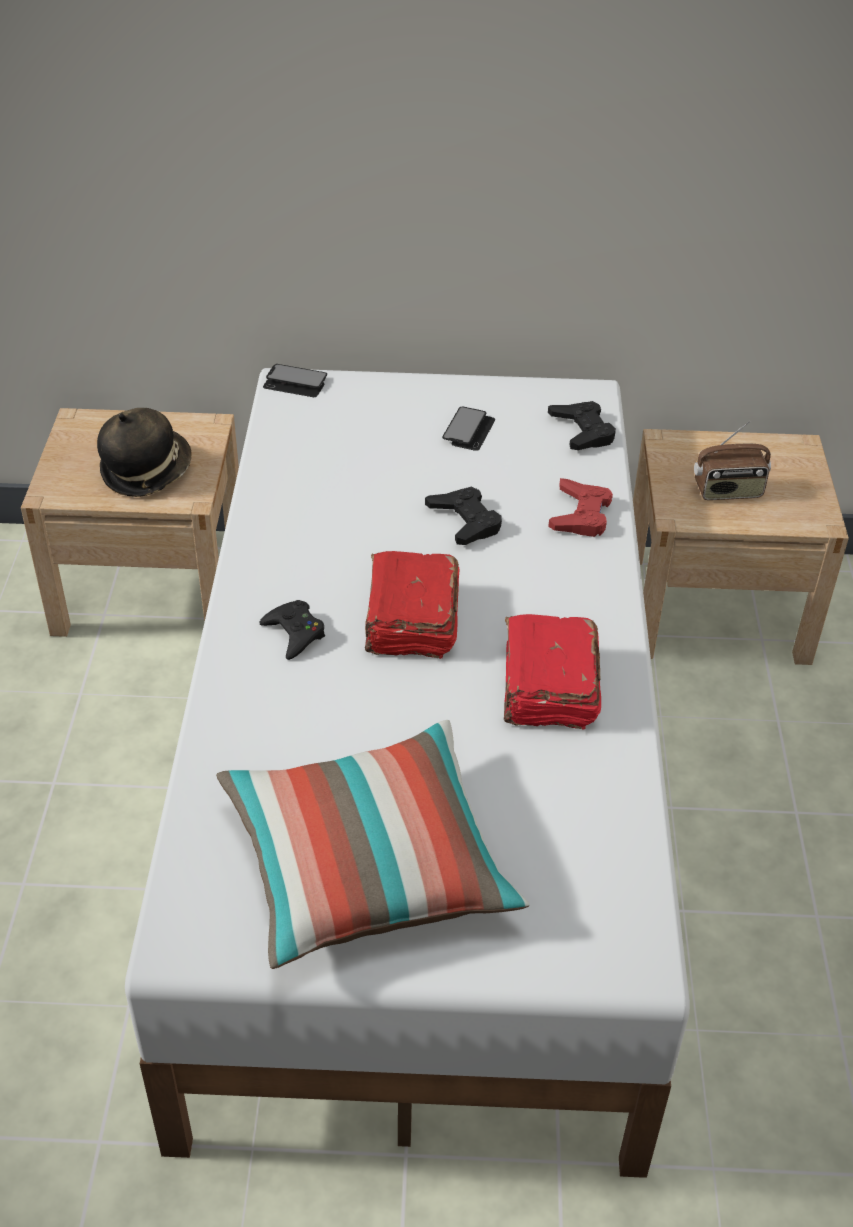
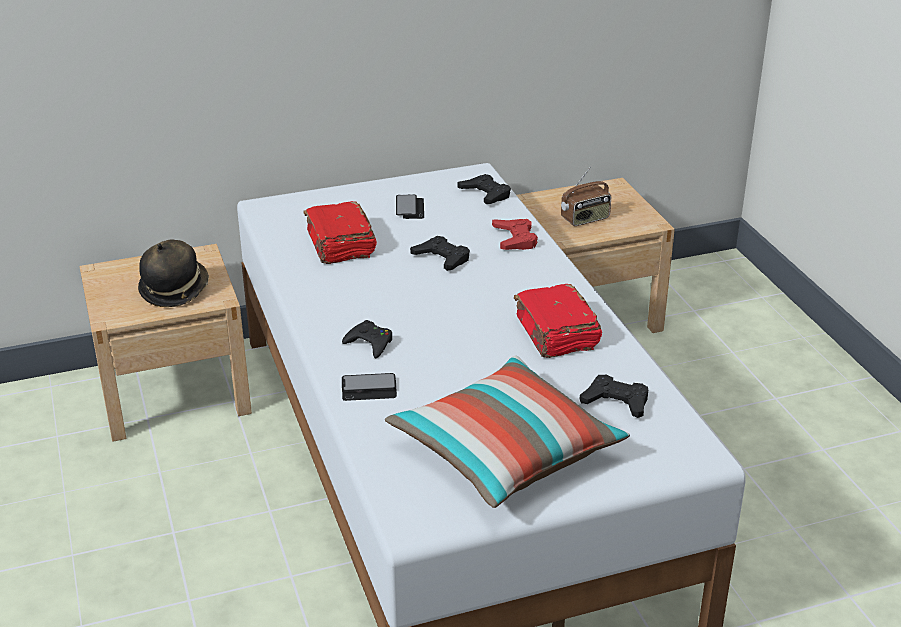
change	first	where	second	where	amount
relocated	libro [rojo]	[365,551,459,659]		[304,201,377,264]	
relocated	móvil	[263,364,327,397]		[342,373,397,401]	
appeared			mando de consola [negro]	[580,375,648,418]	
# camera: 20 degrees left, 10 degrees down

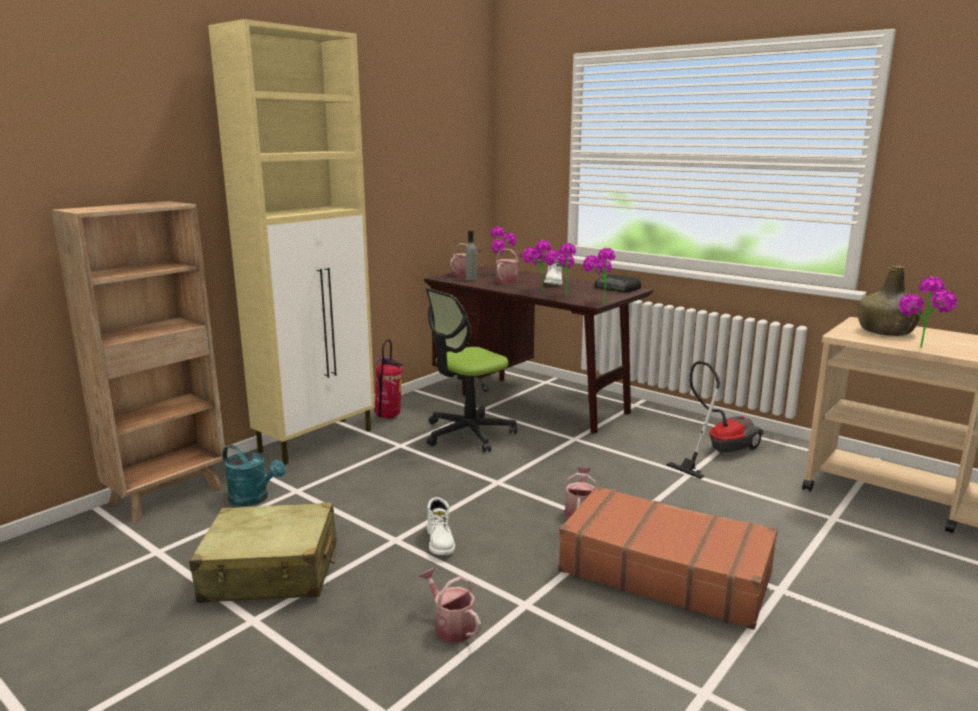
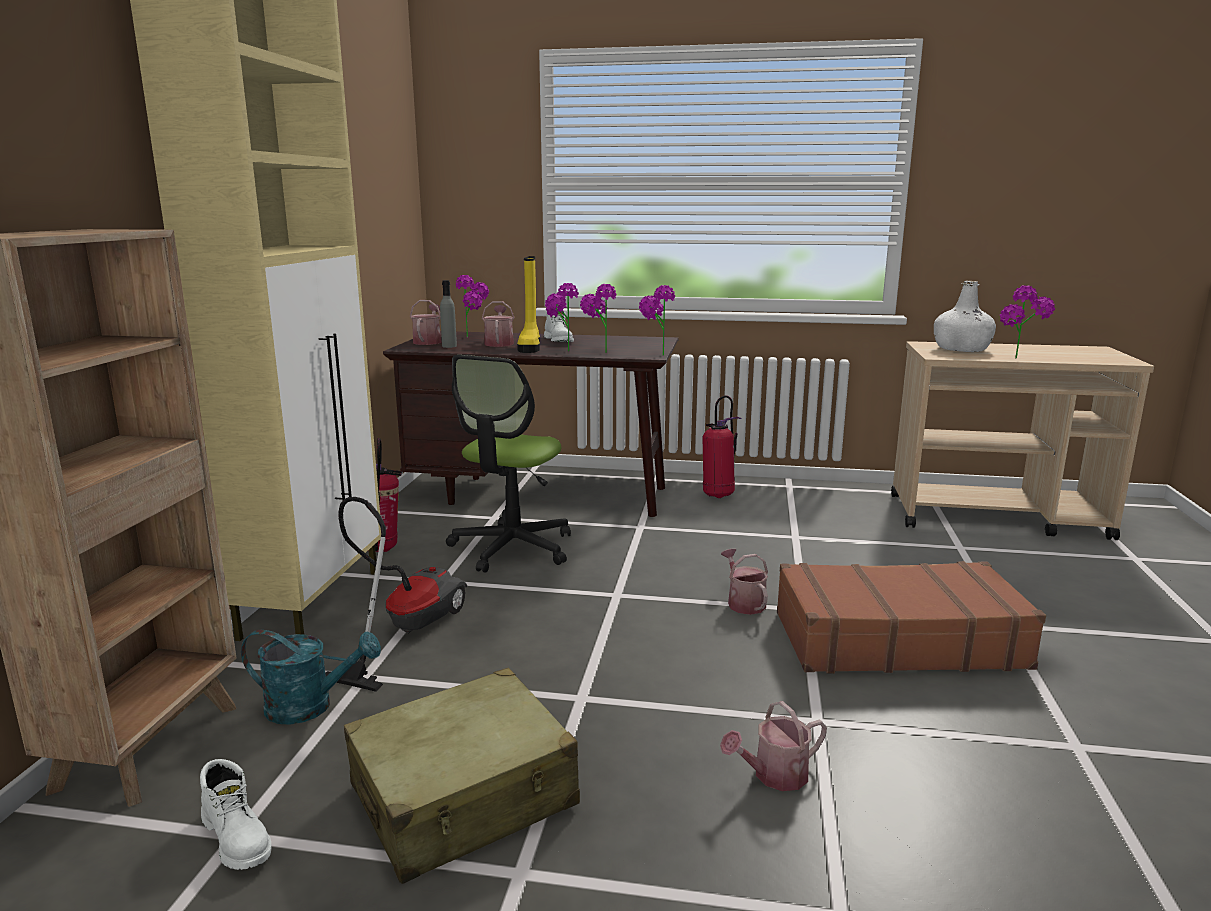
change	first	where	second	where	amount
relocated	bota [blanco]	[427,497,455,555]		[200,759,272,870]	
relocated	aspiradora	[666,361,763,479]		[325,497,467,692]	
appeared			bota [amarillo]	[517,256,540,353]	
appeared			extintor	[703,395,741,498]	
spun	regadera	[419,568,481,643]		[720,701,827,791]	45 degrees counterclockwise
colour	botella [verde]	[858,266,922,336]	botella [blanco]	[934,281,996,352]	
missing	radio	[595,274,641,292]			
# camera: 30 degrees left, 0 degrees up

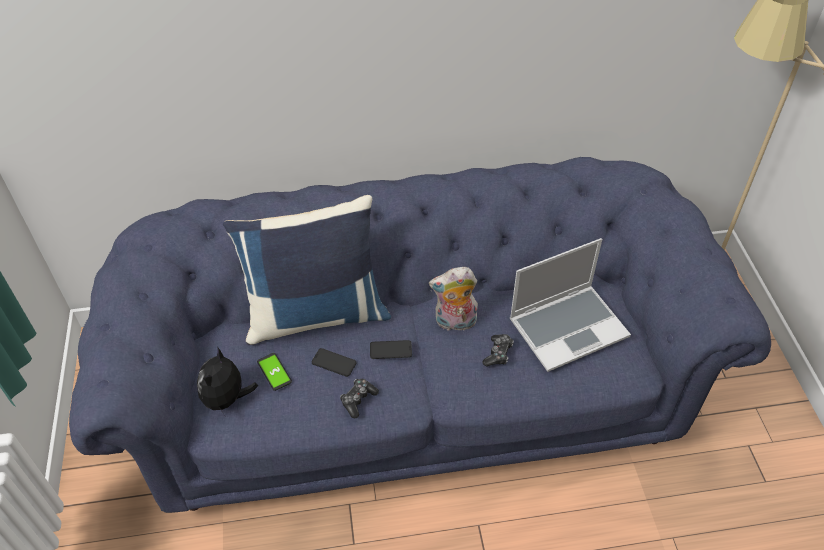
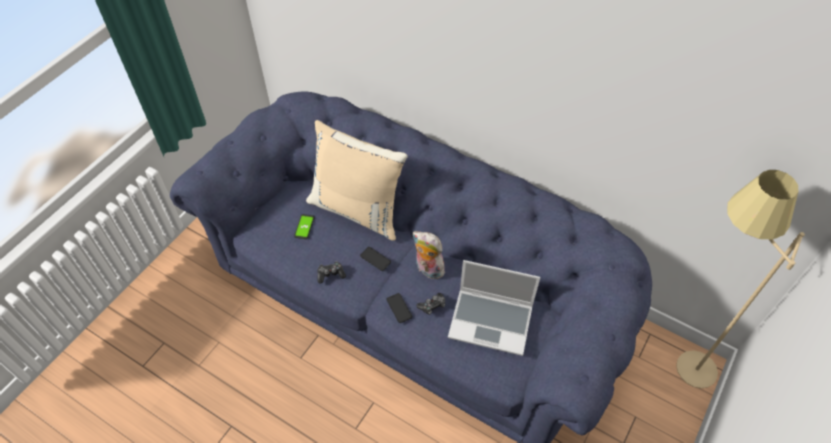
change	first	where	second	where	amount
colour	cojín [azul]	[223,195,391,345]	cojín [beis]	[306,120,408,241]	
relocated	móvil	[311,348,357,377]		[387,293,412,323]	
missing	peluche	[197,346,258,414]			
# camera: 40 degrees right, 5 degrees up

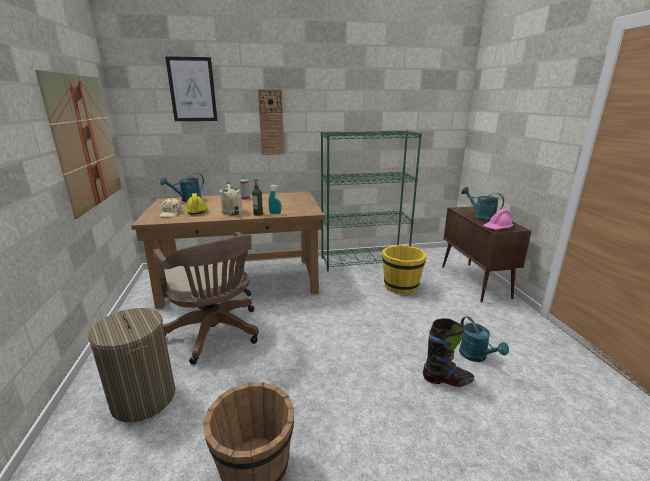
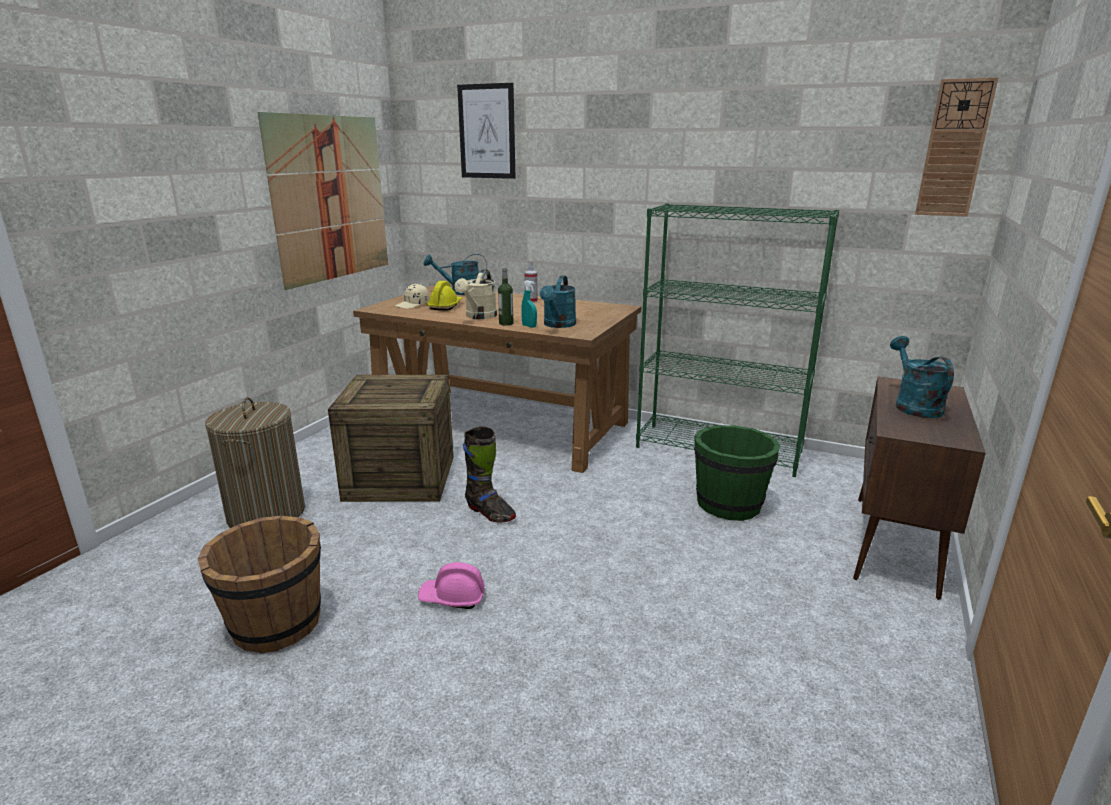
change	first	where	second	where	amount
exchanged	silla de oficina [marrón]	[153,232,259,365]	caja de embalaje	[328,375,454,502]	
relocated	casco [rosa]	[483,209,514,230]		[418,562,485,609]	
relocated	bota [negro]	[423,318,474,387]		[463,426,516,522]	
relocated	regadera [turquesa]	[459,316,509,362]		[540,276,576,328]	
colour	cubo [amarillo]	[382,245,426,294]	cubo [verde]	[694,425,781,521]	
relocated	reloj de pared	[258,89,285,155]		[915,77,999,217]	
# camera: 35 degrees right, 0 degrees up

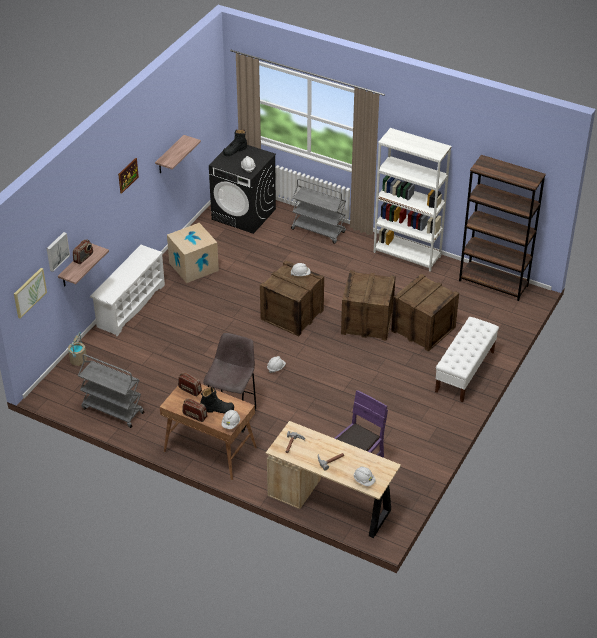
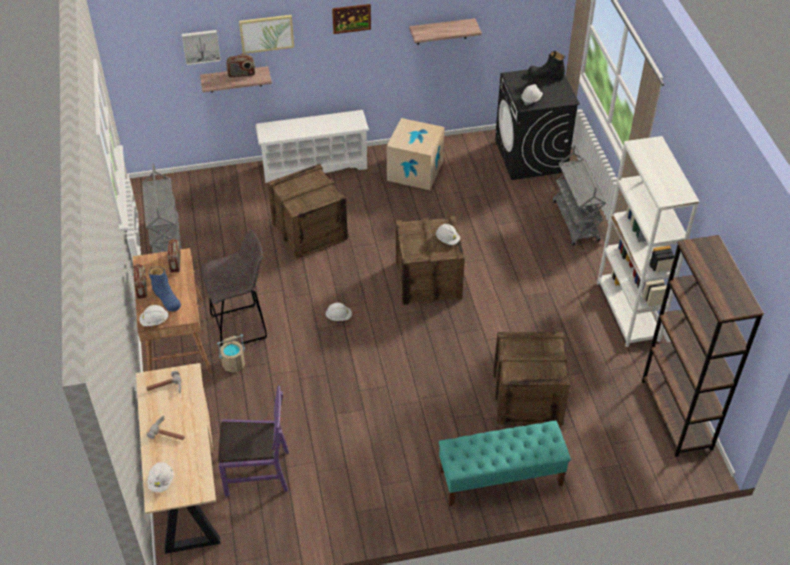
change	first	where	second	where	amount
colour	bota [negro]	[200,387,234,413]	bota [azul]	[149,267,181,312]	
relocated	cubo [beis]	[68,332,87,366]		[217,334,245,372]	
relocated	cuadro	[14,268,47,319]		[239,15,294,54]	
relocated	caja de embalaje	[341,270,396,341]		[268,164,348,259]	
colour	banco [blanco]	[435,317,499,402]	banco [turquesa]	[439,421,571,507]	
# camera: 50 degrees right, 5 degrees up

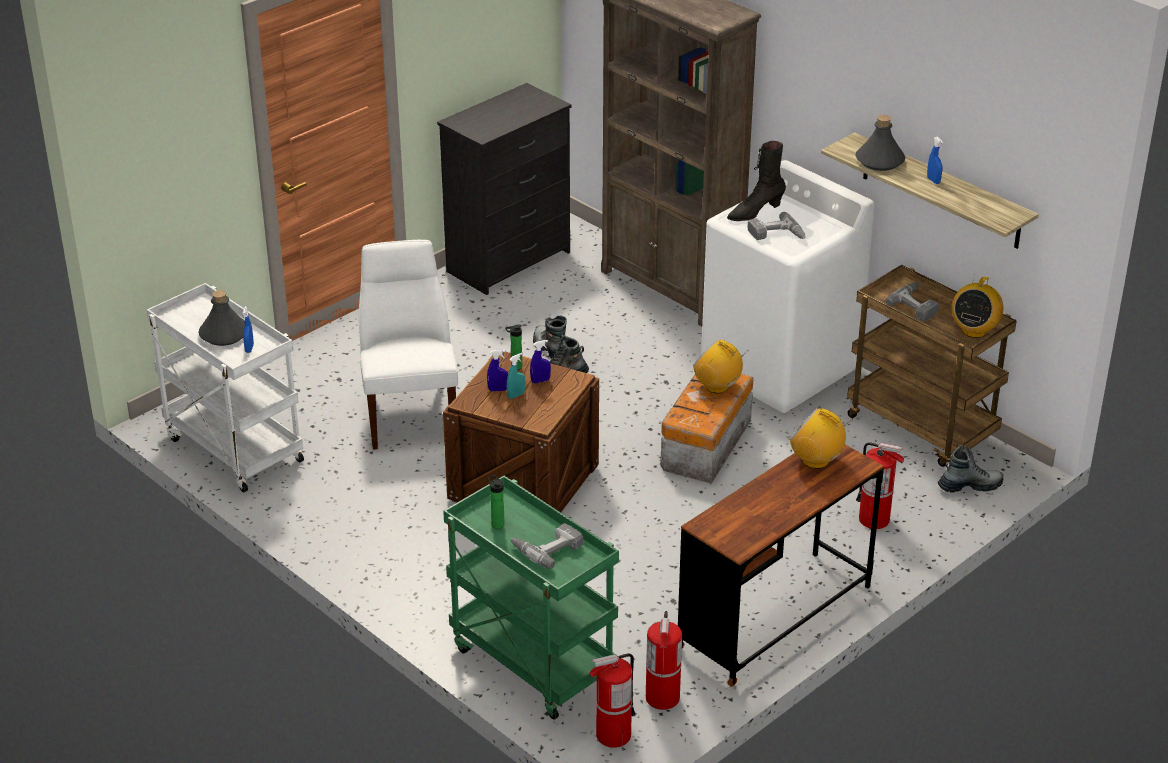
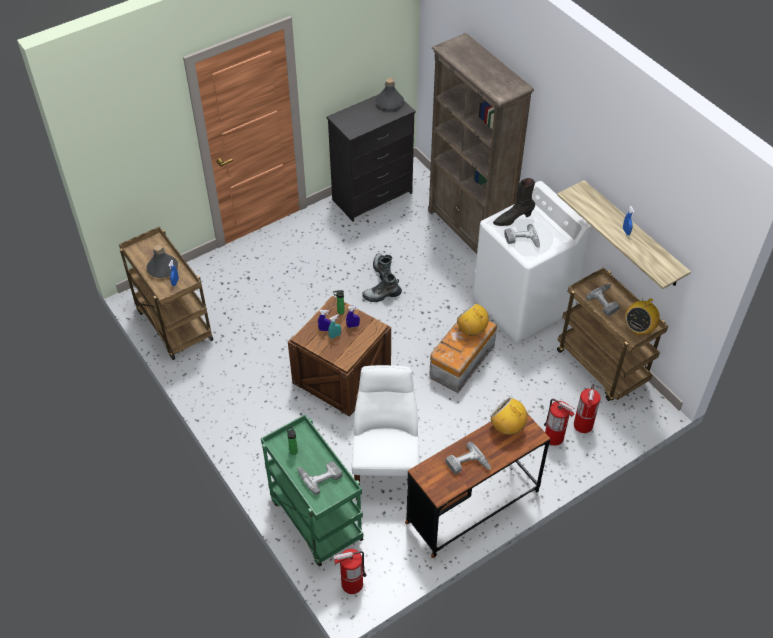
change	first	where	second	where	amount
colour	carrito [blanco]	[147,283,304,492]	carrito [marrón]	[119,227,213,360]	
relocated	silla [blanco]	[359,240,458,450]		[352,365,419,500]	
relocated	botella [gris]	[855,115,905,171]		[376,78,404,110]	
appeared			taladro	[445,442,491,474]	
relocated	extintor	[646,611,682,710]		[574,384,601,433]	
missing	bota	[938,445,1003,492]			
# camera: 10 degrees right, 15 degrees up

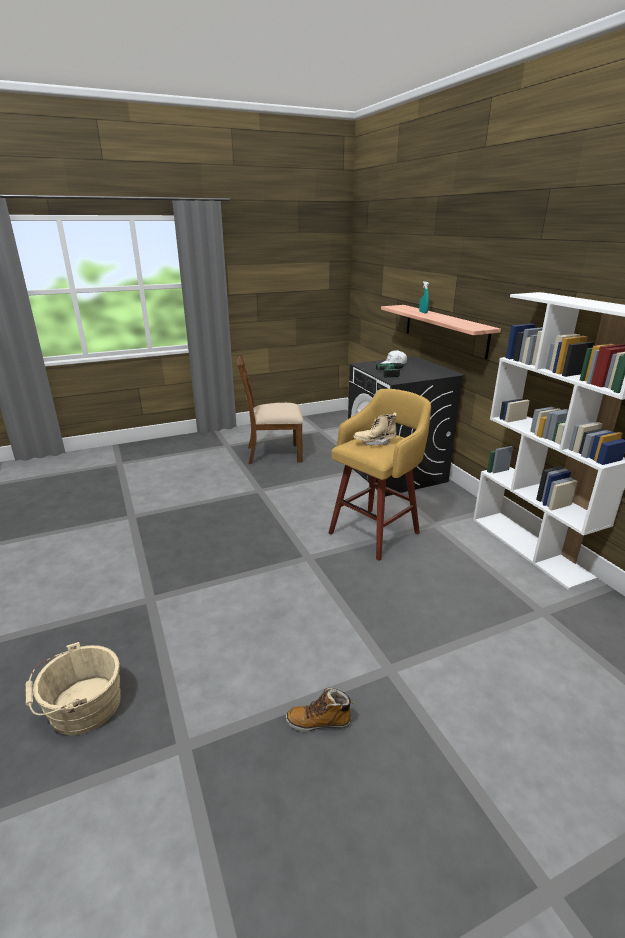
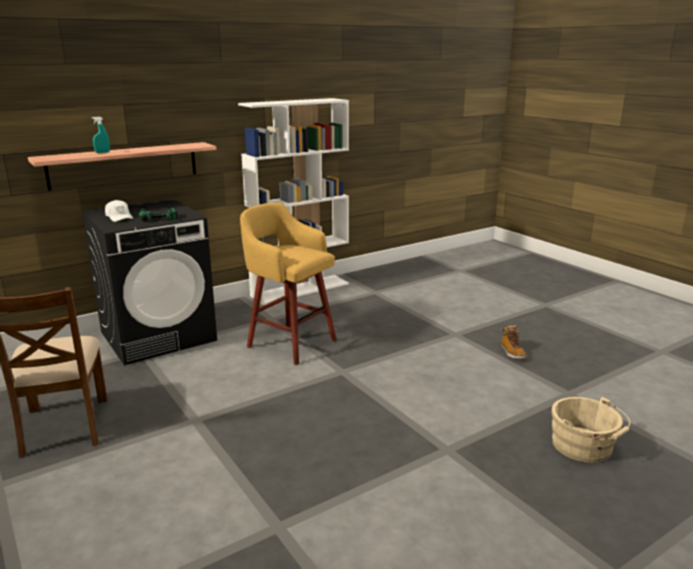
change	first	where	second	where	amount
missing	bota [beis]	[353,413,397,445]			
# camera: 100 degrees left, 5 degrees down

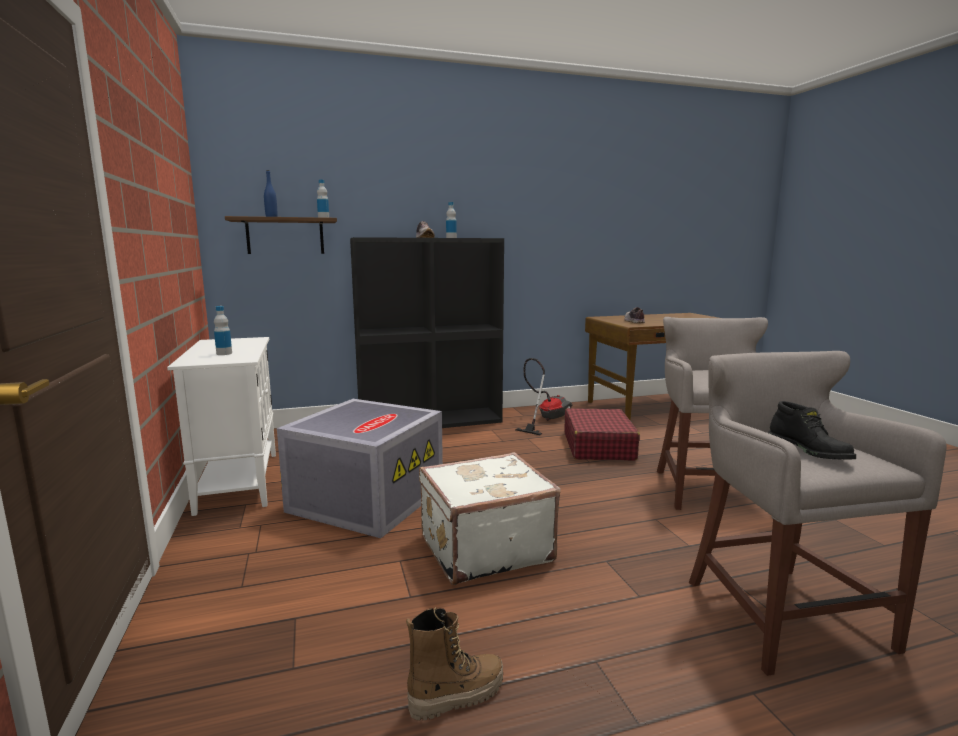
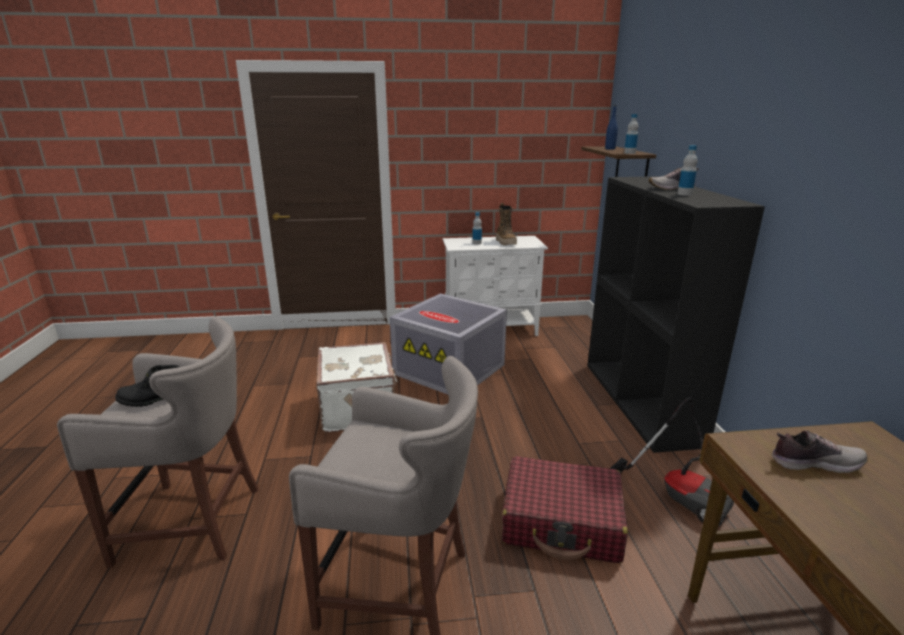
change	first	where	second	where	amount
relocated	bota	[406,608,503,720]		[496,203,517,245]	
# camera: 100 degrees right, 10 degrees up

